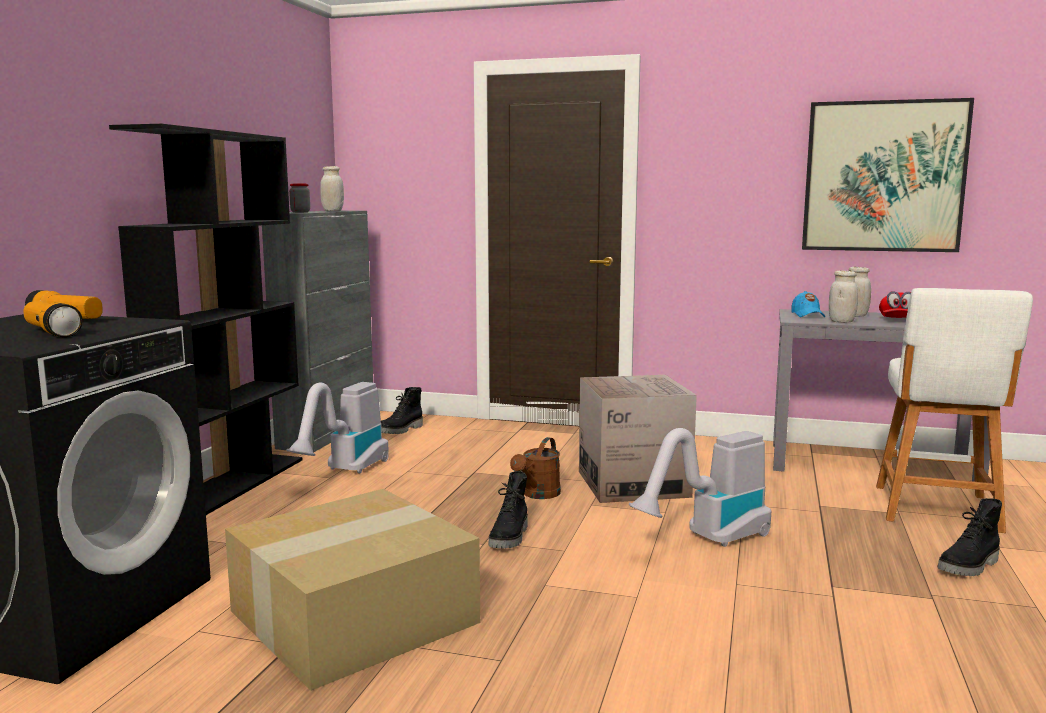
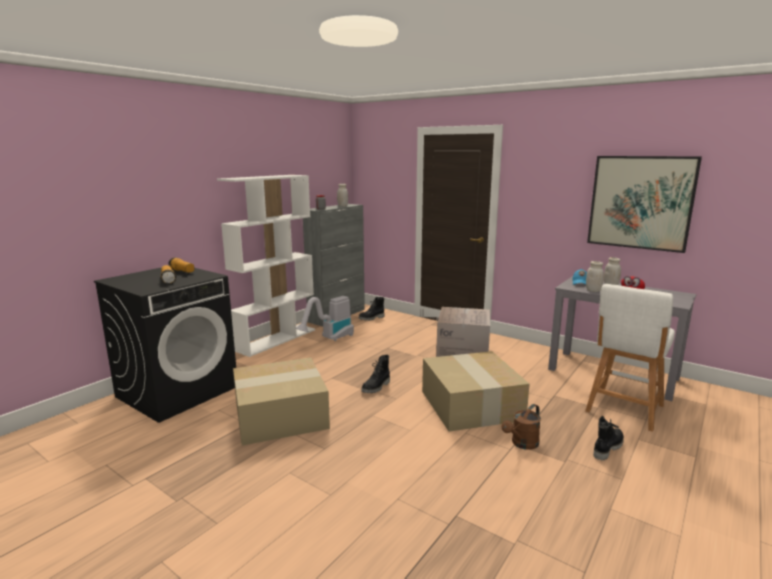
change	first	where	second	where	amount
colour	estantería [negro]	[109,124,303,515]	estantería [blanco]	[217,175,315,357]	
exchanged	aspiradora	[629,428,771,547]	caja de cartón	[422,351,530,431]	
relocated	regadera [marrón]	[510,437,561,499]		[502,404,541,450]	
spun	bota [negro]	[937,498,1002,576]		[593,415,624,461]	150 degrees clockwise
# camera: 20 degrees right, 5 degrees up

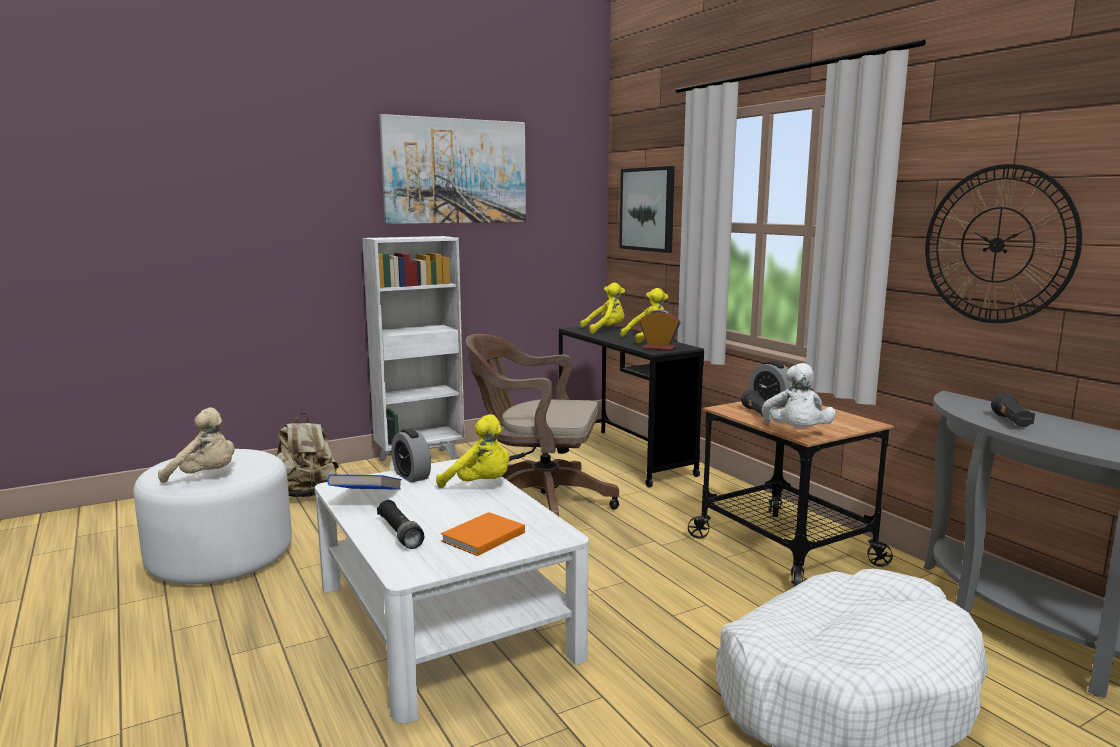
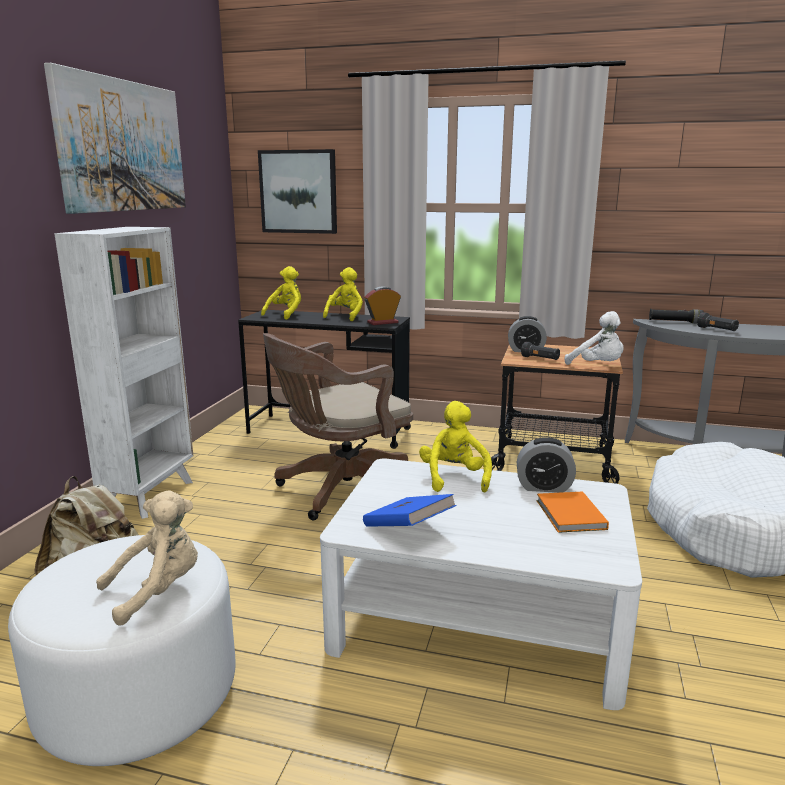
change	first	where	second	where	amount
spun	peluche [amarillo]	[436,414,509,488]		[419,401,492,492]	75 degrees counterclockwise
relocated	despertador	[391,428,431,483]		[517,437,576,493]	
relocated	linterna [negro]	[377,500,424,549]		[649,309,704,323]	
missing	reloj de pared	[925,164,1082,323]			
# camera: 45 degrees left, 5 degrees up

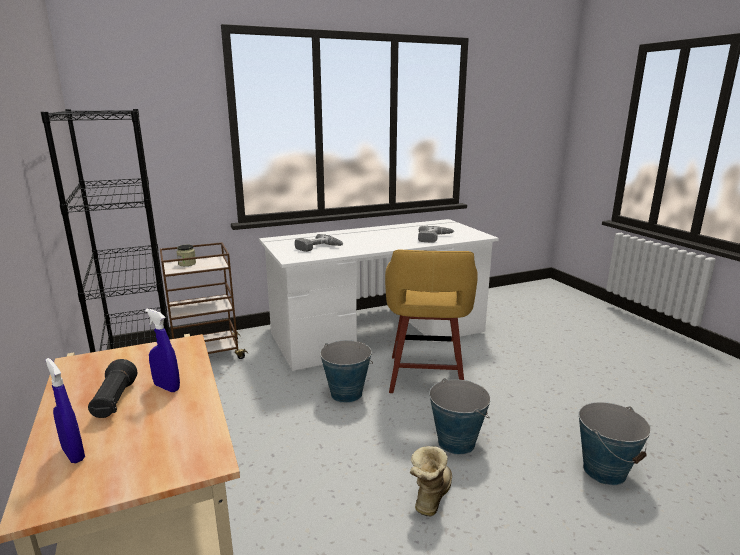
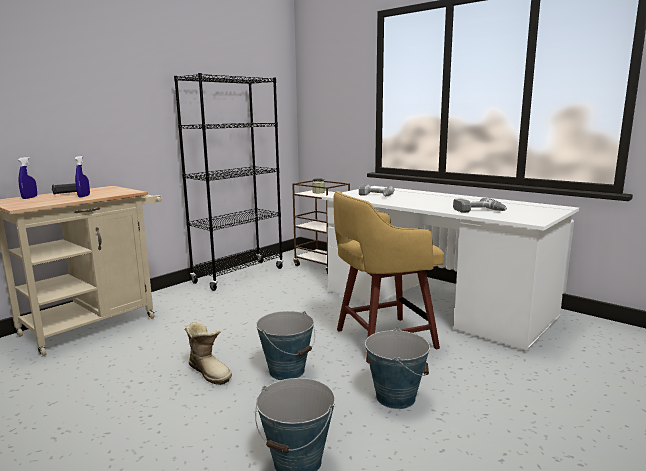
change	first	where	second	where	amount
spun	bota	[409,446,452,516]		[184,322,232,385]	45 degrees clockwise
relocated	cubo	[320,340,373,403]		[365,328,430,409]	
# camera: 65 degrees right, 5 degrees down

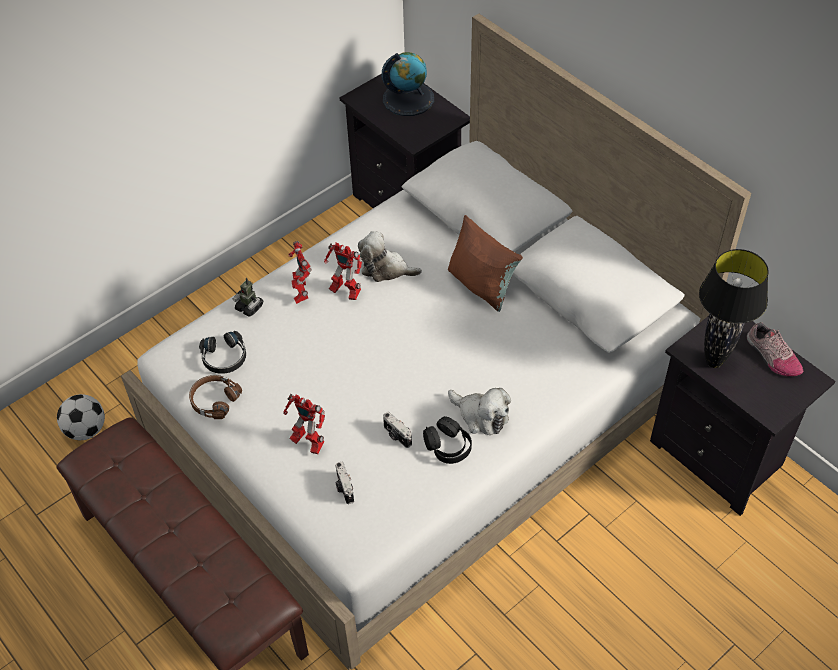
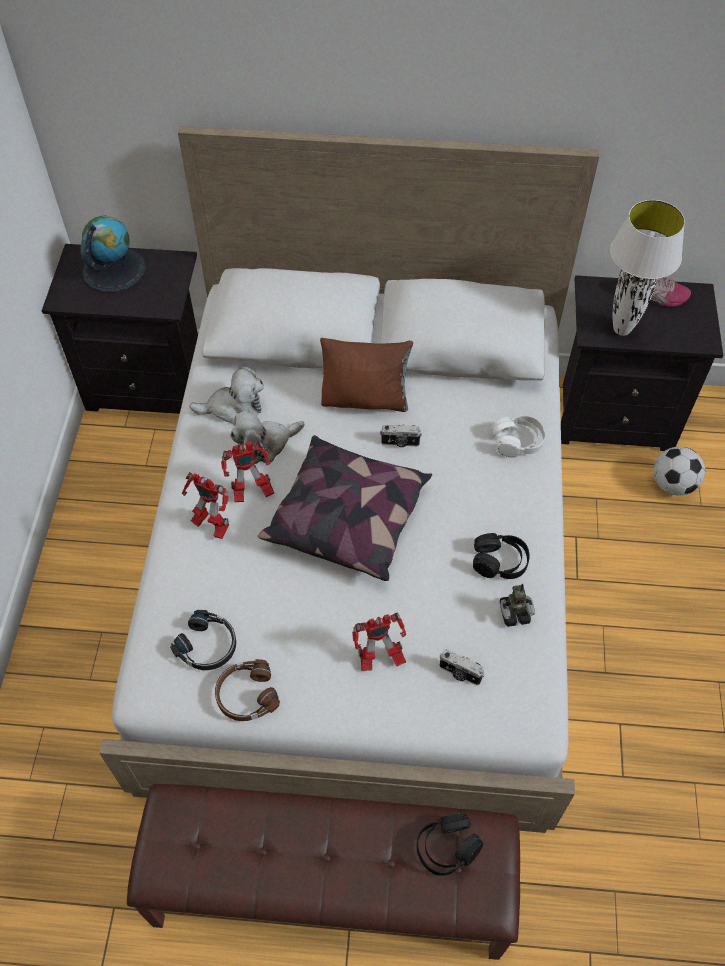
change	first	where	second	where	amount
relocated	peluche	[448,388,511,435]		[189,366,264,424]	
appeared			cojín	[258,435,432,581]	
relocated	cámara	[383,412,412,448]		[380,424,422,447]	
appeared			auriculares [negro]	[416,814,483,876]	
appeared			auriculares [blanco]	[491,416,545,458]	
relocated	robot de juguete	[233,278,263,317]		[500,584,535,627]	
colour	lámpara de mesa [negro]	[699,249,769,368]	lámpara de mesa [blanco]	[610,200,685,336]	
relocated	balón de fútbol	[57,394,105,440]		[654,446,705,495]	
# camera: 45 degrees left, 5 degrees up

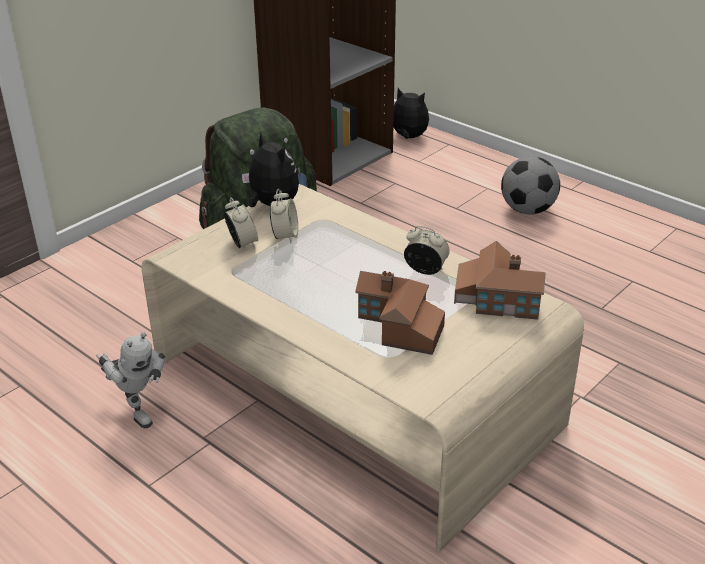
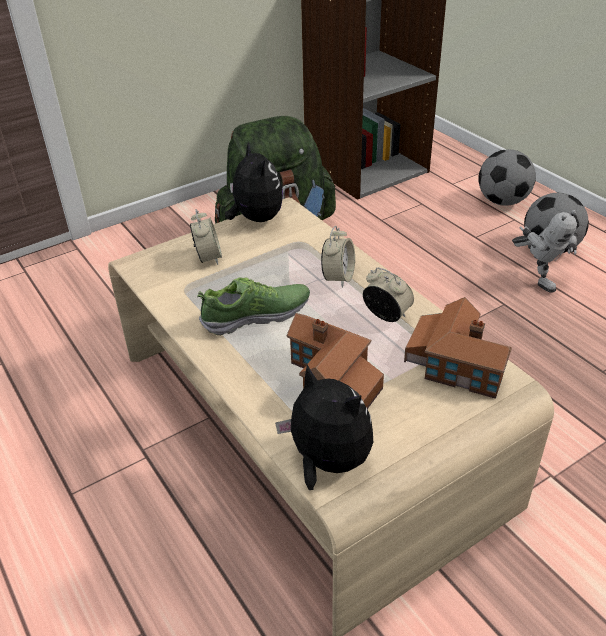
change	first	where	second	where	amount
appeared			zapato	[197,277,310,336]	
relocated	peluche	[393,88,429,139]		[275,365,373,490]	
relocated	despertador	[270,188,298,243]		[321,226,355,288]	
appeared			balón de fútbol	[478,149,536,206]	
relocated	robot de juguete	[96,332,165,428]		[512,210,578,293]	
# camera: 15 degrees right, 5 degrees up

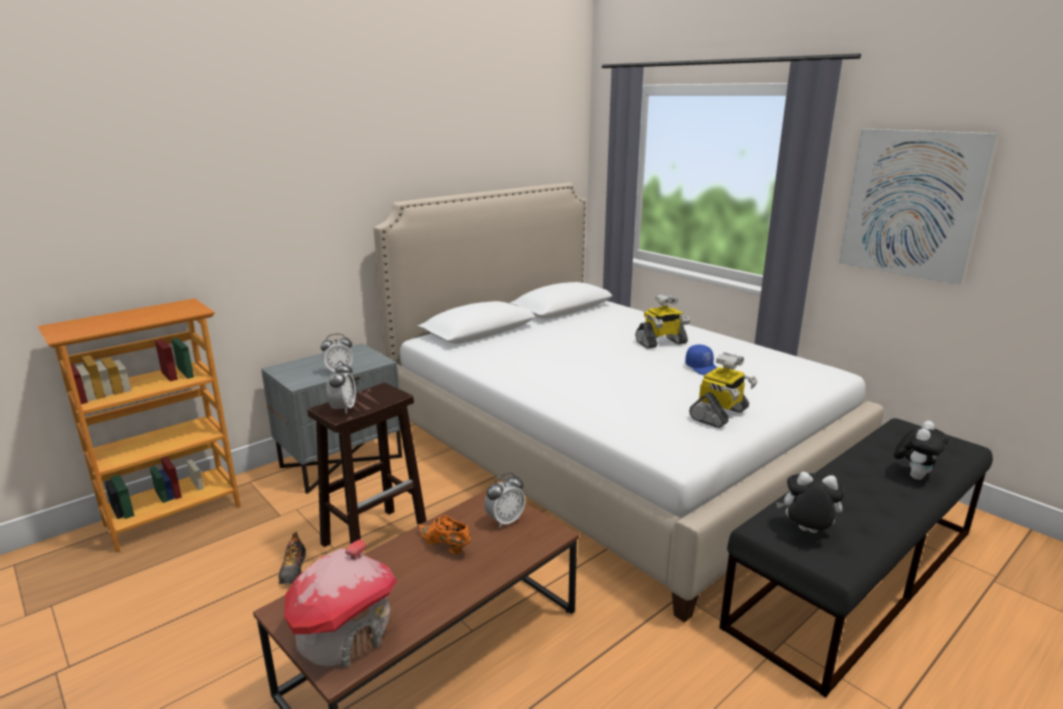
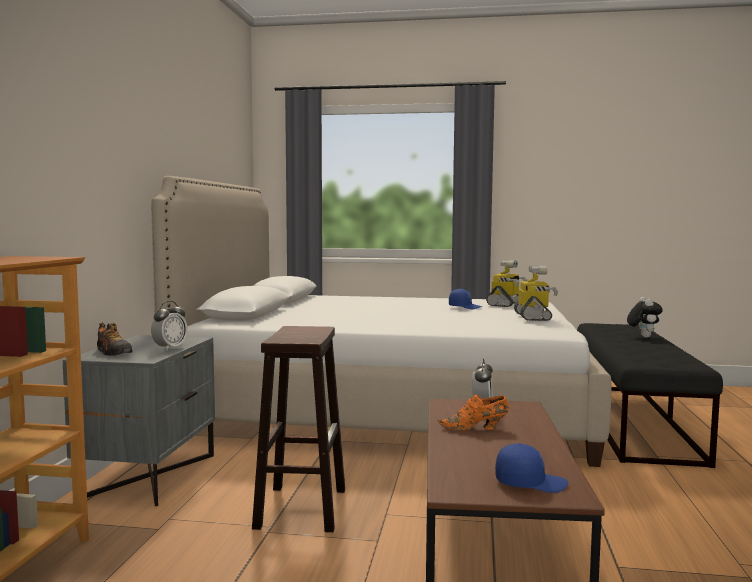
change	first	where	second	where	amount
relocated	zapato	[279,532,306,584]		[97,323,133,356]	
relocated	robot de juguete	[635,294,690,349]		[486,260,527,307]	
exchanged	casita	[284,540,397,668]	gorra [azul]	[495,443,568,493]	
missing	despertador	[327,361,356,414]			
missing	peluche	[776,472,845,533]			
missing	cuadro	[839,129,997,285]			
# camera: 40 degrees left, 15 degrees down

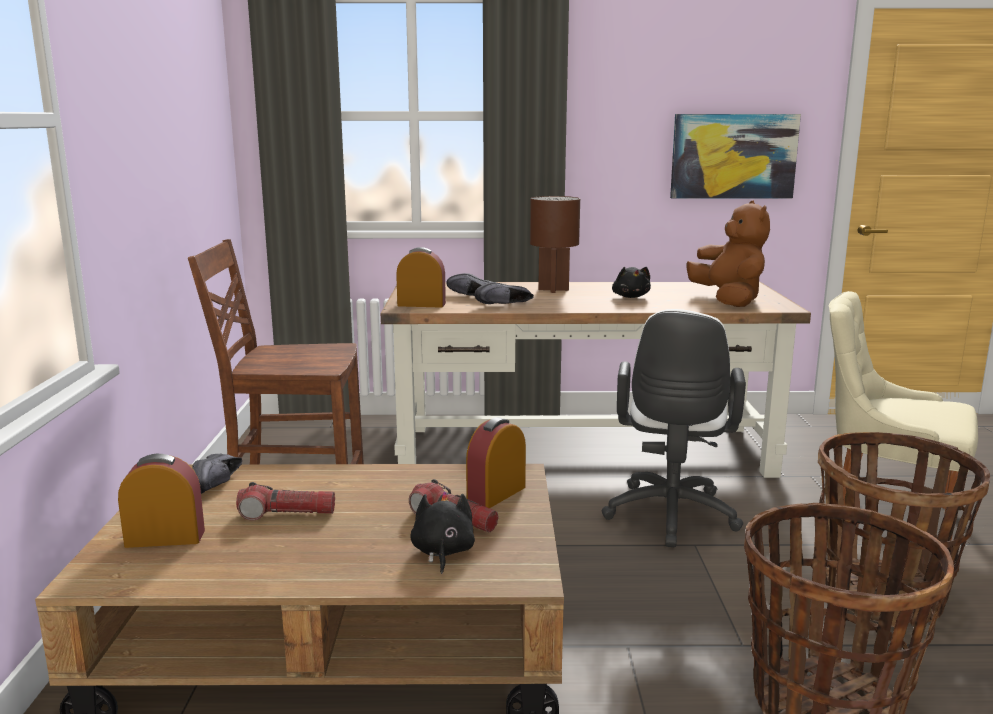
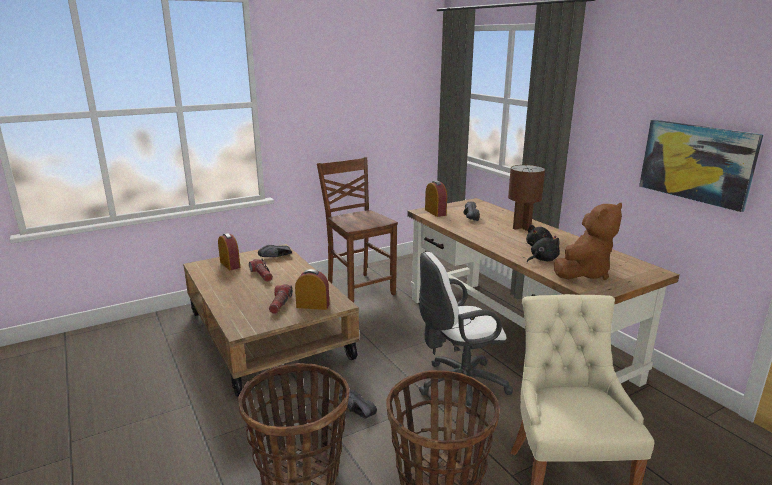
change	first	where	second	where	amount
relocated	zapato [negro]	[475,282,534,304]		[339,389,377,419]	
relocated	peluche [negro]	[410,491,475,574]		[527,233,560,262]	
# camera: 60 degrees right, 5 degrees up

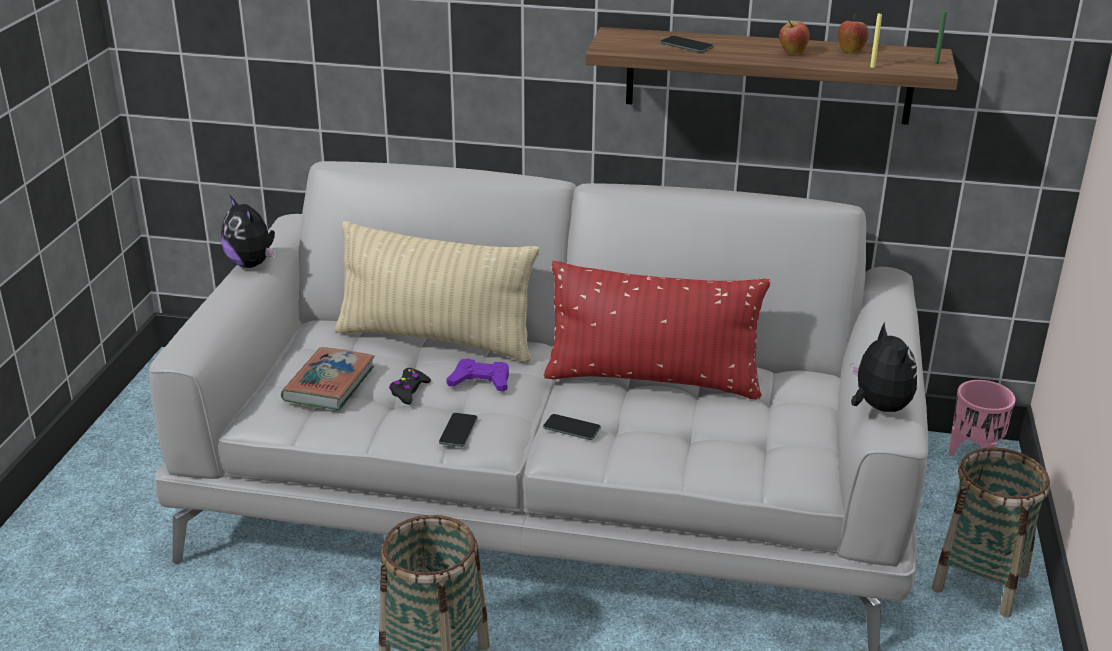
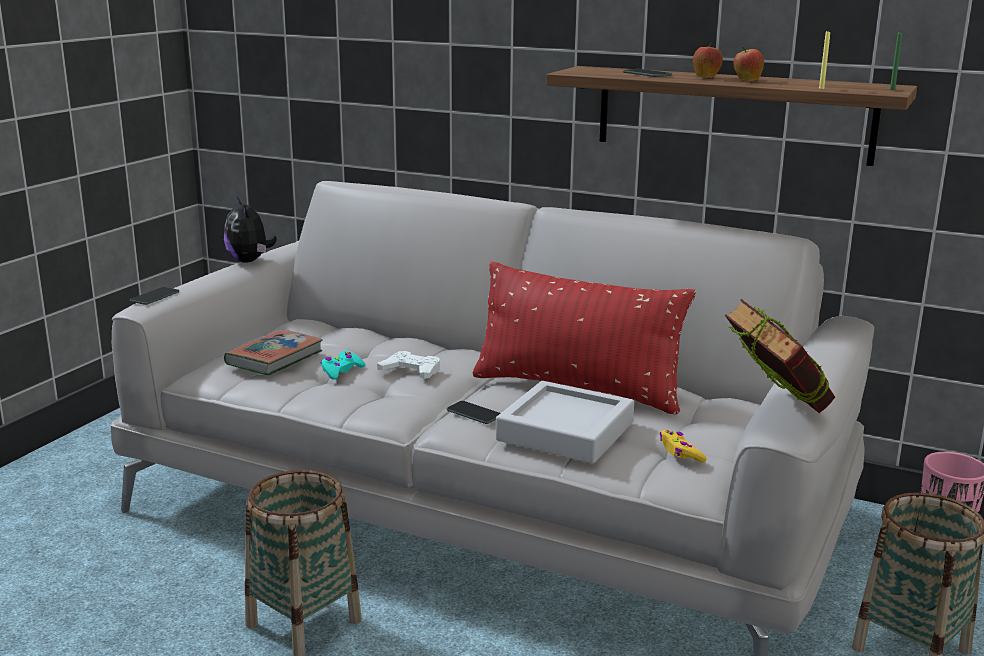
change	first	where	second	where	amount
relocated	móvil	[439,413,477,447]		[130,287,179,305]	
colour	mando de consola [negro]	[389,368,431,404]	mando de consola [turquesa]	[320,351,366,380]	
colour	mando de consola [morado]	[446,359,509,392]	mando de consola [blanco]	[377,351,440,379]	
appeared			bandeja [gris]	[496,381,634,464]	
appeared			mando de consola [amarillo]	[660,430,707,462]	
relocated	manzana	[838,15,869,53]		[693,43,723,78]	
exchanged	peluche	[850,322,917,412]	libro	[725,299,835,413]	
missing	cojín [beis]	[334,221,539,362]			
# camera: 15 degrees right, 10 degrees down

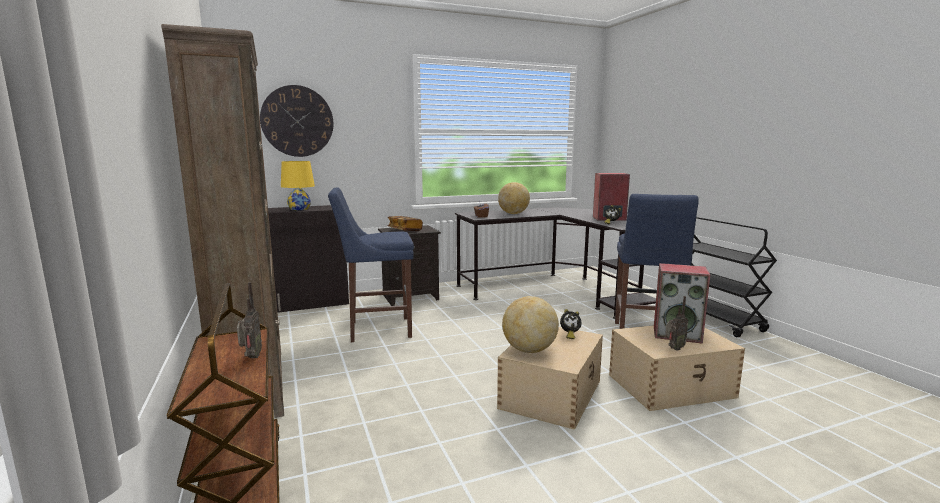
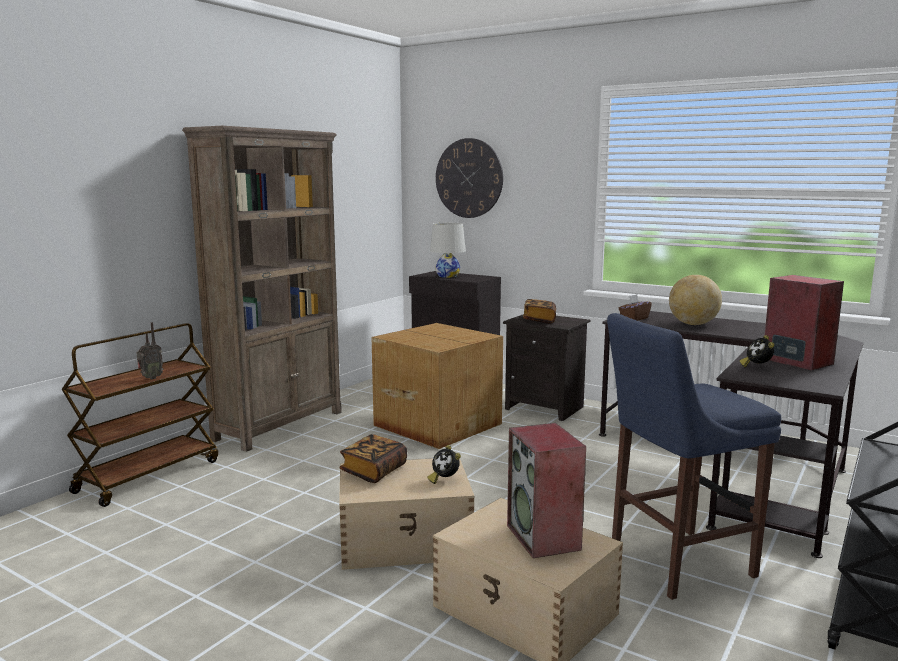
change	first	where	second	where	amount
exchanged	globo terráqueo	[502,296,559,353]	libro	[339,434,407,483]	
exchanged	taburete [azul]	[328,187,414,342]	caja de cartón	[372,323,503,449]	
colour	lámpara de mesa [amarillo]	[281,161,315,210]	lámpara de mesa [blanco]	[430,223,466,278]	
missing	radio	[665,296,688,351]			
# camera: 55 degrees right, 0 degrees up

